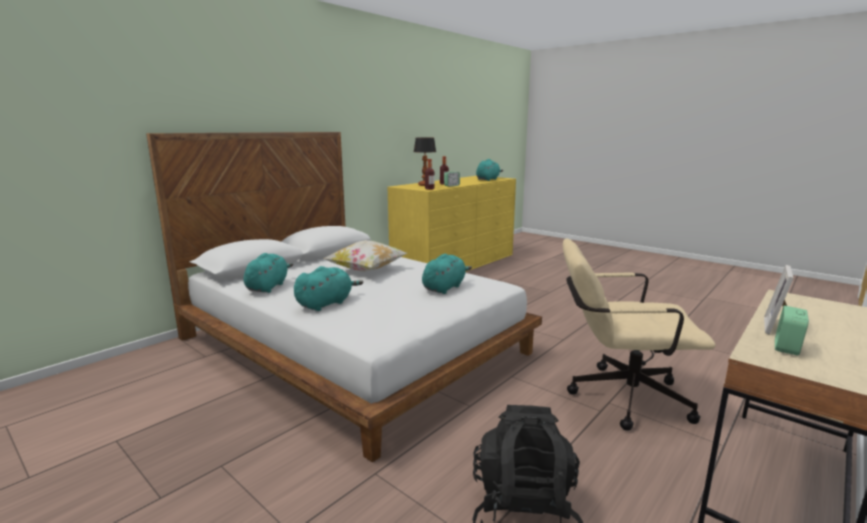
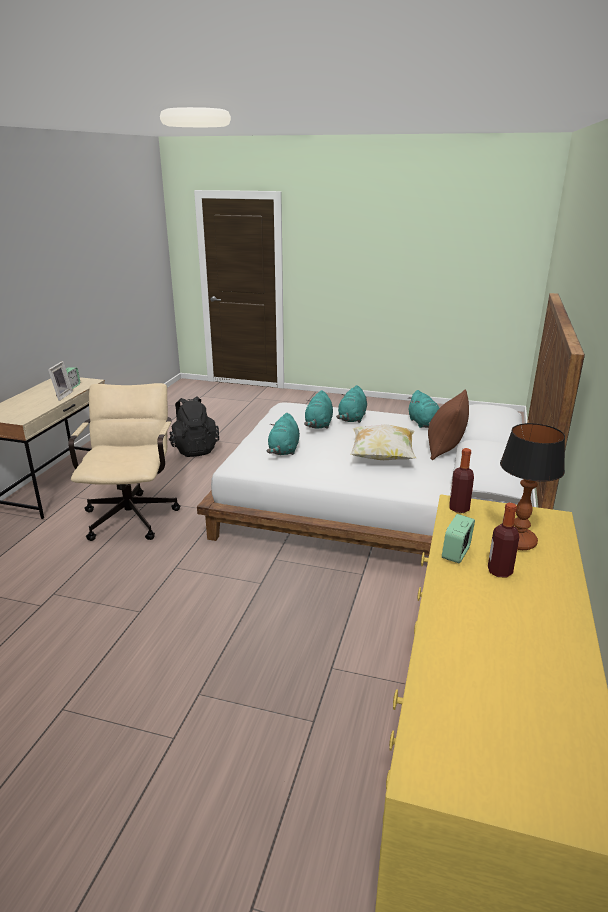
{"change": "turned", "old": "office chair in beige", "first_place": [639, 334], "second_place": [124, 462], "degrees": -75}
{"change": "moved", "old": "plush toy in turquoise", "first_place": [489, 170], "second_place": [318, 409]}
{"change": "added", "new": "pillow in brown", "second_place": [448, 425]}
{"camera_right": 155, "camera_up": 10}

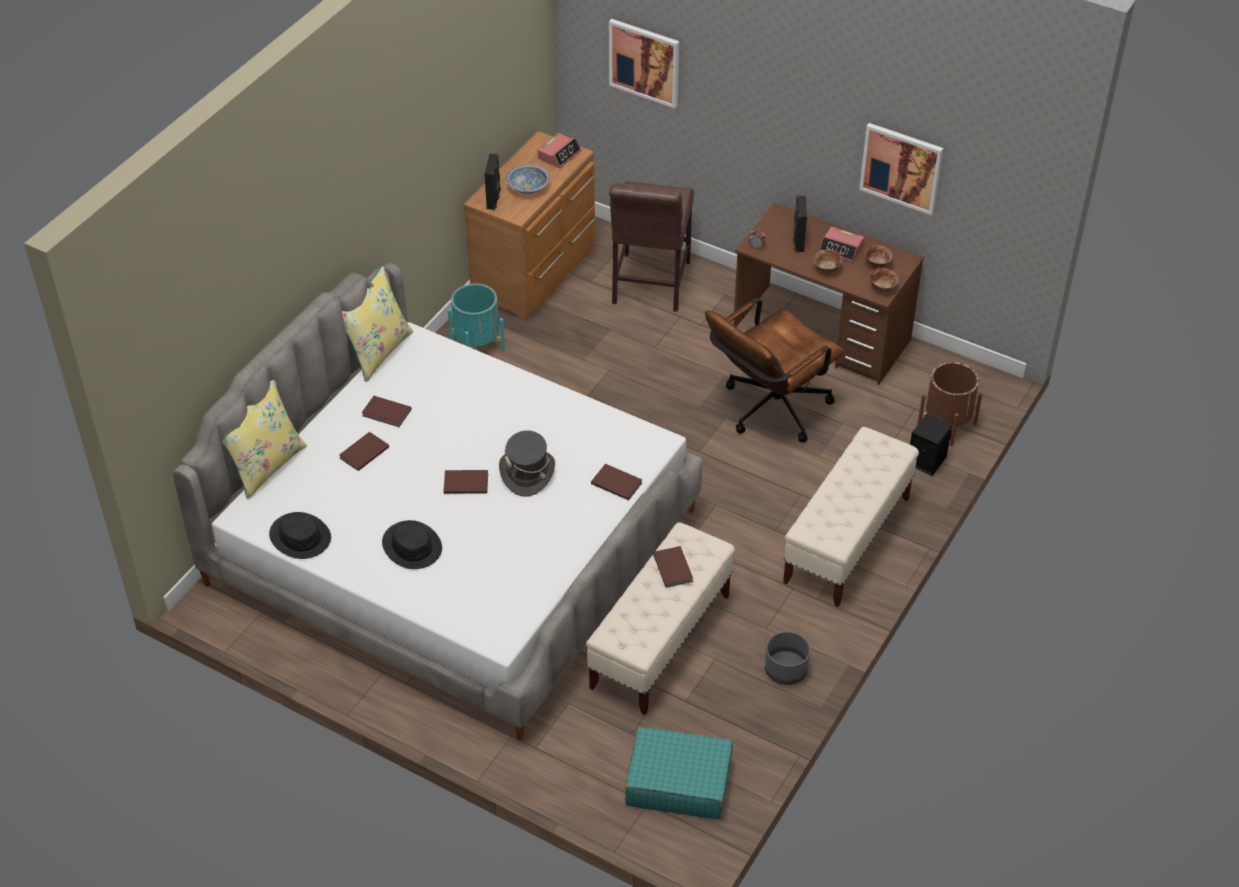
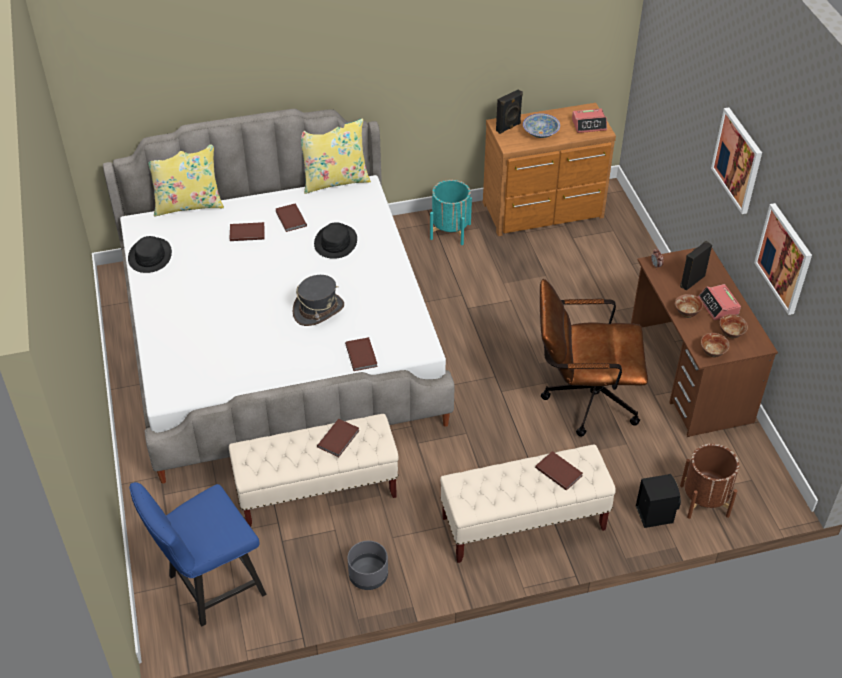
{"change": "replaced", "old": "suitcase in turquoise", "new": "chair in blue", "first_place": [679, 773], "second_place": [197, 554]}
{"change": "moved", "old": "hat in black", "first_place": [412, 544], "second_place": [335, 240]}
{"change": "moved", "old": "book in brown", "first_place": [466, 482], "second_place": [559, 470]}
{"change": "moved", "old": "picture", "first_place": [644, 63], "second_place": [736, 160]}
{"change": "removed", "old": "chair in brown", "first_place": [651, 246]}
{"camera_right": 45, "camera_up": 0}

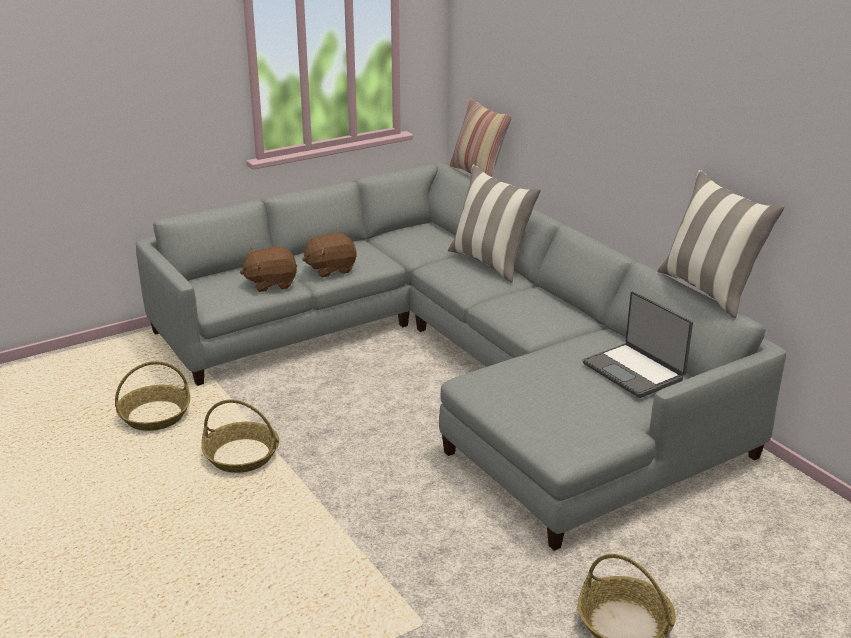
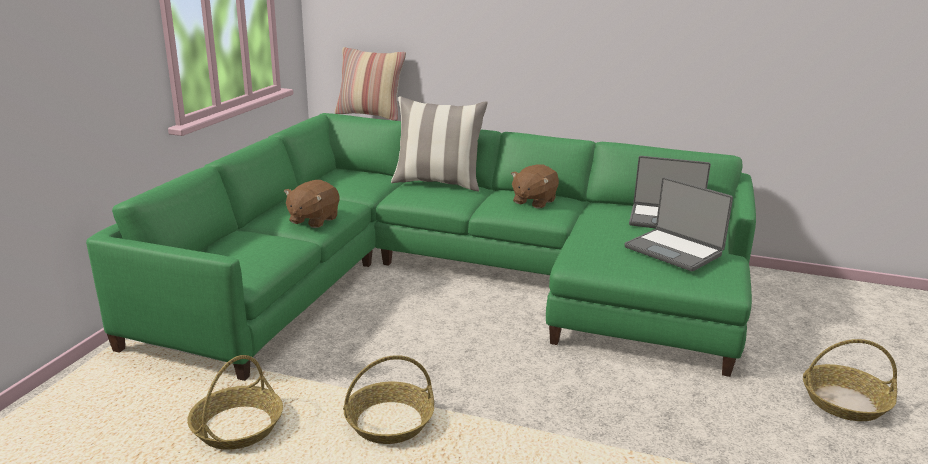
{"change": "recoloured", "old": "sofa in grey", "new": "sofa in green", "first_place": [461, 357], "second_place": [421, 247]}
{"change": "moved", "old": "plush toy in brown", "first_place": [268, 269], "second_place": [535, 186]}
{"change": "added", "new": "laptop", "second_place": [678, 224]}
{"change": "removed", "old": "pillow", "first_place": [720, 244]}
{"camera_right": -40, "camera_up": -5}

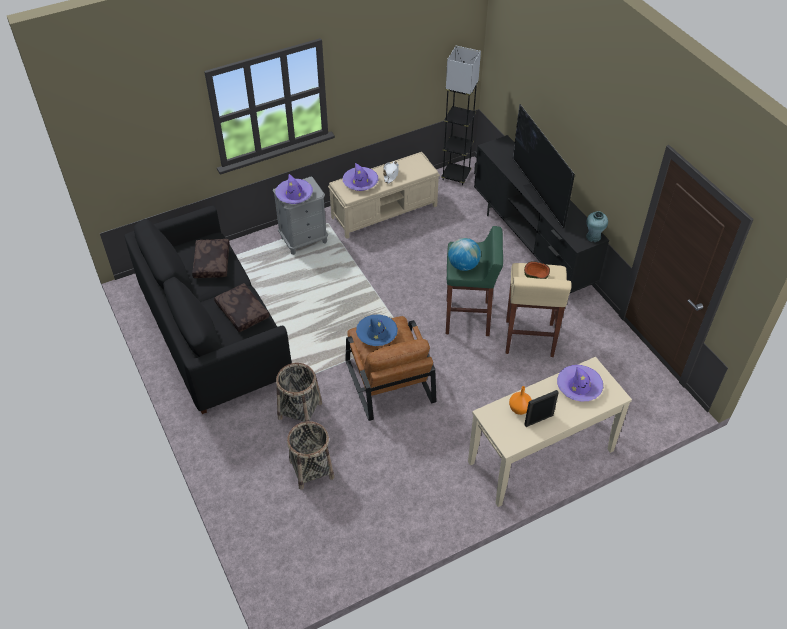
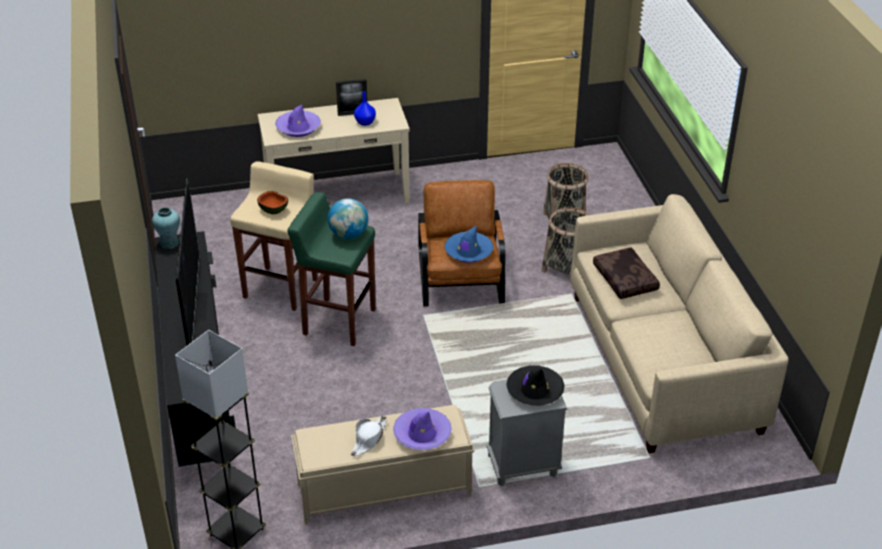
{"change": "recoloured", "old": "vase in orange", "new": "vase in blue", "first_place": [520, 400], "second_place": [365, 108]}
{"change": "recoloured", "old": "hat in purple", "new": "hat in black", "first_place": [294, 189], "second_place": [535, 385]}
{"change": "recoloured", "old": "sofa in black", "new": "sofa in beige", "first_place": [208, 310], "second_place": [679, 323]}
{"change": "removed", "old": "pillow in brown", "first_place": [210, 258]}
{"camera_right": -165, "camera_up": -10}

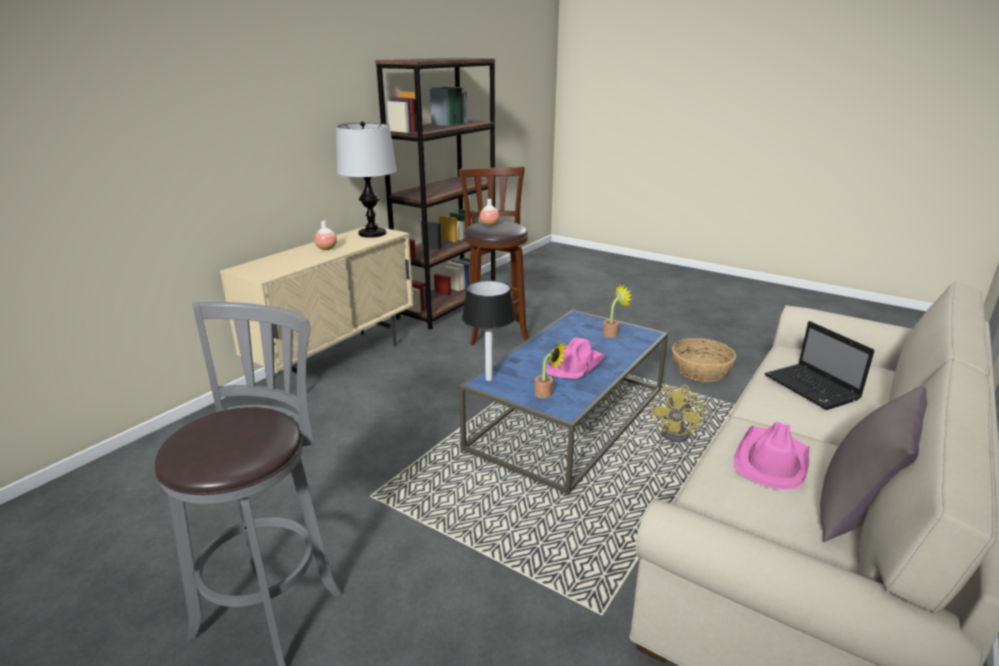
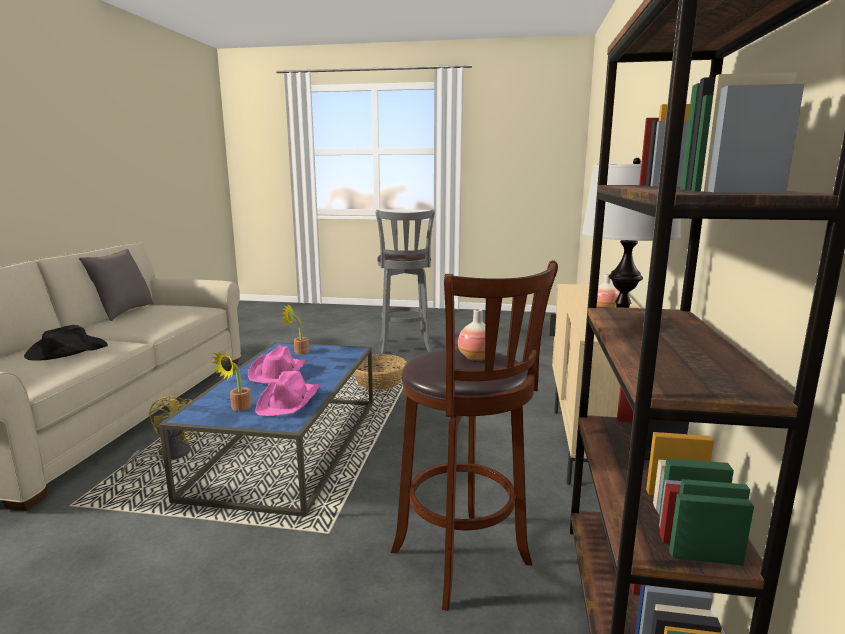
{"change": "replaced", "old": "laptop", "new": "hat in black", "first_place": [820, 365], "second_place": [66, 342]}
{"change": "moved", "old": "hat in pink", "first_place": [772, 456], "second_place": [288, 393]}
{"change": "moved", "old": "basket", "first_place": [704, 360], "second_place": [380, 372]}
{"change": "removed", "old": "table lamp", "first_place": [488, 330]}
{"camera_right": 155, "camera_up": -10}

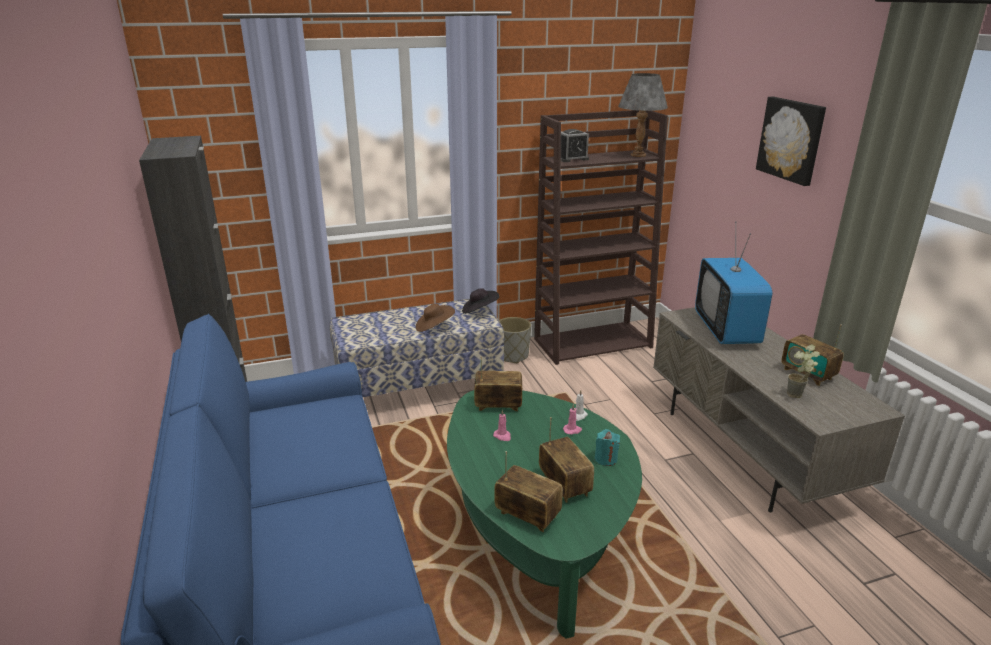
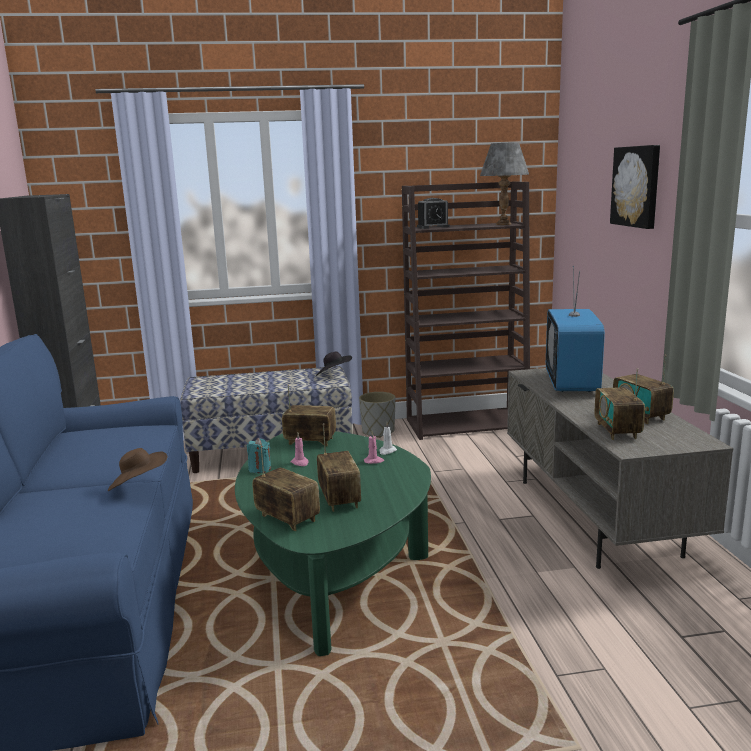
{"change": "moved", "old": "hat in brown", "first_place": [435, 318], "second_place": [137, 469]}
{"change": "moved", "old": "candle in turquoise", "first_place": [607, 447], "second_place": [259, 455]}
{"change": "replaced", "old": "potted plant", "new": "radio", "first_place": [803, 371], "second_place": [619, 404]}
{"camera_right": 10, "camera_up": -10}

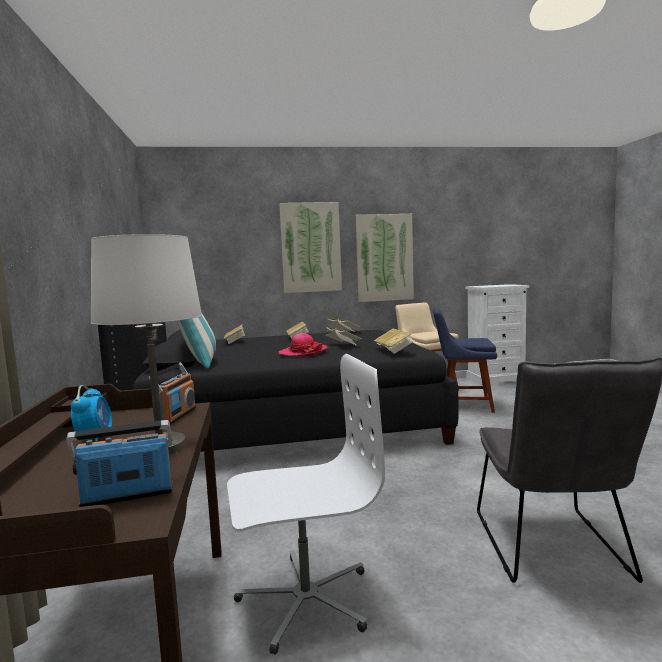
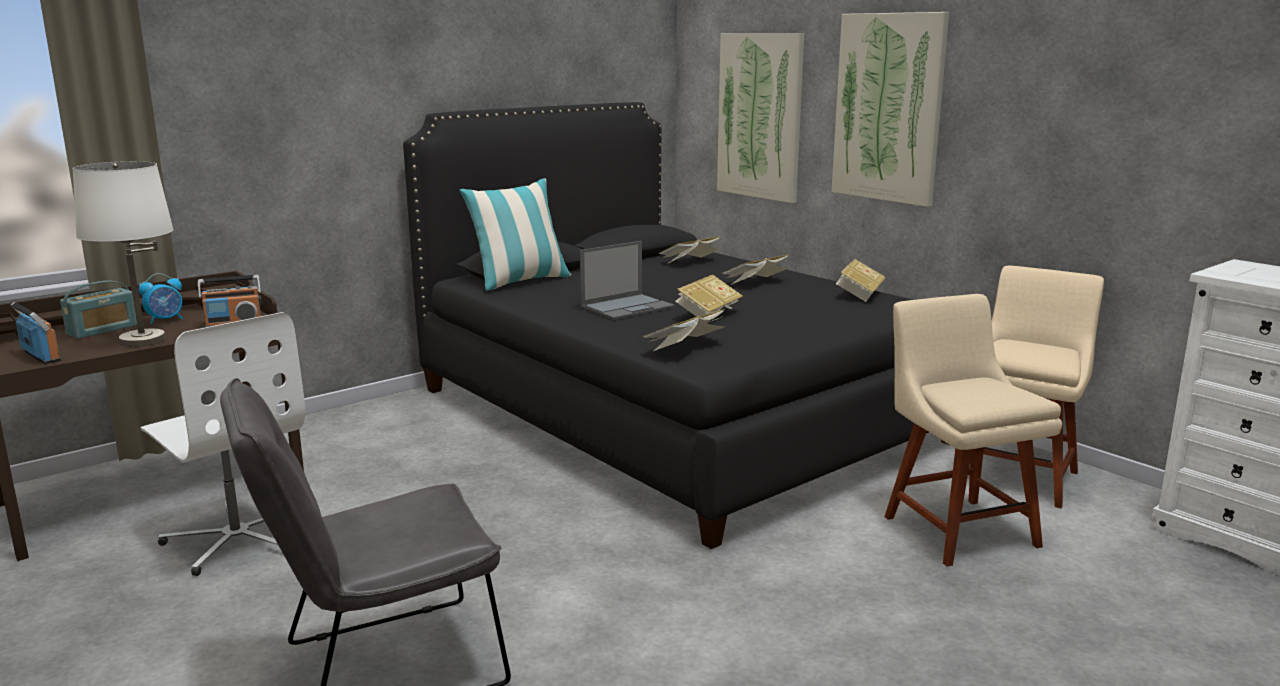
{"change": "added", "new": "radio", "second_place": [98, 309]}
{"change": "replaced", "old": "hat", "new": "laptop", "first_place": [303, 345], "second_place": [627, 280]}
{"change": "moved", "old": "picture", "first_place": [385, 258], "second_place": [760, 118]}
{"change": "recoloured", "old": "chair in blue", "new": "chair in beige", "first_place": [465, 360], "second_place": [973, 430]}
{"camera_right": 60, "camera_up": 10}

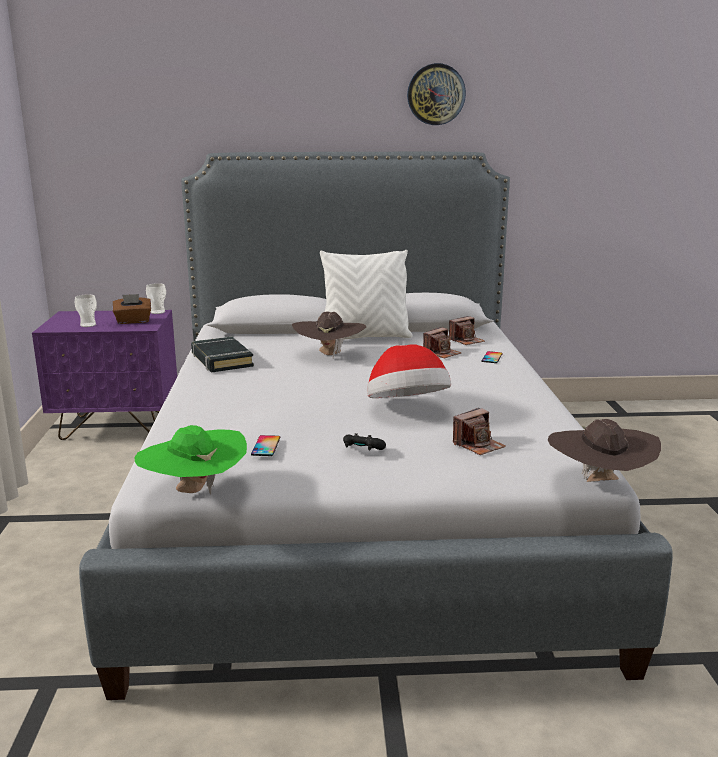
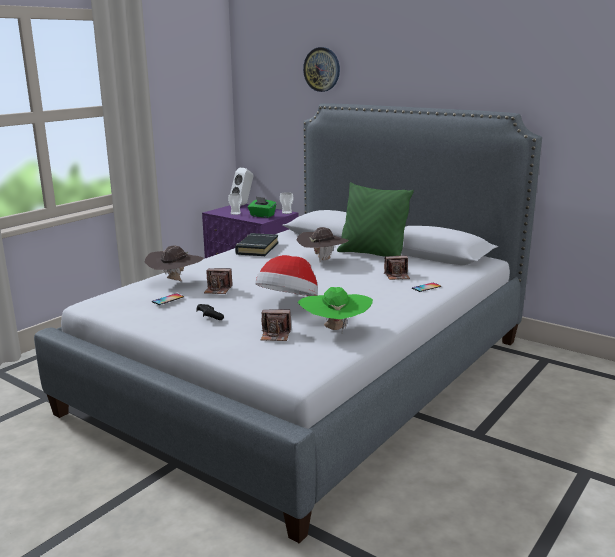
{"change": "moved", "old": "hat in brown", "first_place": [604, 450], "second_place": [174, 263]}
{"change": "moved", "old": "photo camera", "first_place": [467, 330], "second_place": [218, 281]}
{"change": "added", "new": "speaker in white", "second_place": [242, 187]}
{"change": "recoloured", "old": "tissue box in brown", "new": "tissue box in green", "first_place": [132, 309], "second_place": [262, 207]}
{"change": "moved", "old": "hat in green", "first_place": [191, 459], "second_place": [335, 309]}
{"change": "moved", "old": "wall clock", "first_place": [436, 94], "second_place": [321, 69]}
{"change": "recoloured", "old": "pillow in white", "new": "pillow in green", "first_place": [366, 295], "second_place": [375, 219]}
{"camera_right": 40, "camera_up": 0}

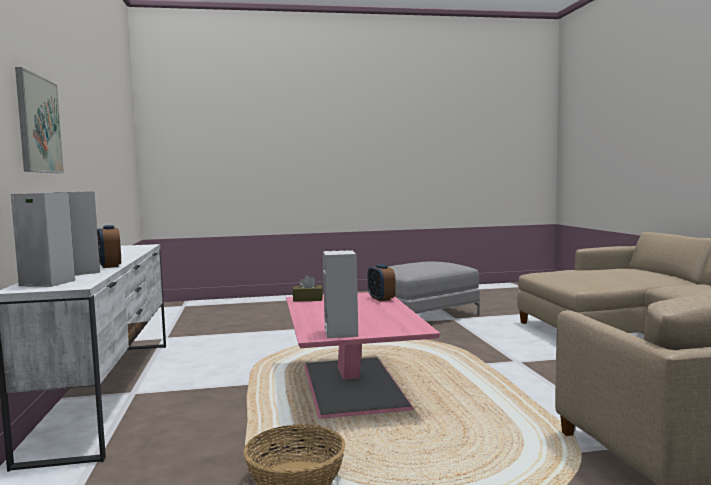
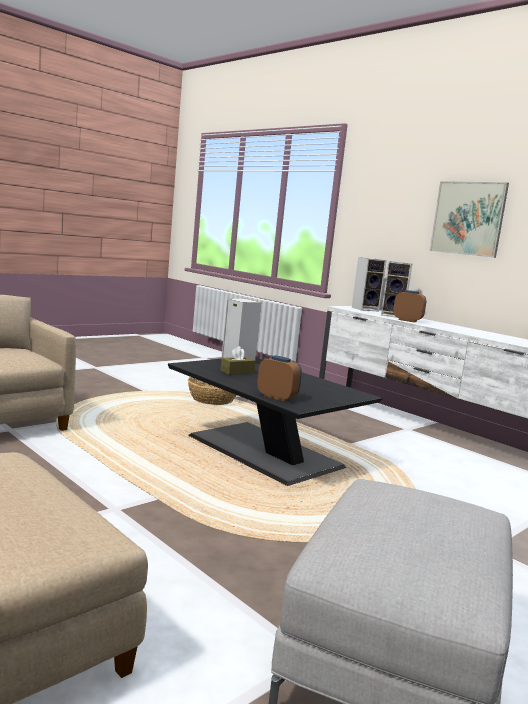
{"change": "recoloured", "old": "coffee table in pink", "new": "coffee table in black", "first_place": [363, 355], "second_place": [275, 422]}
{"change": "moved", "old": "tissue box in brown", "first_place": [308, 288], "second_place": [238, 360]}
{"camera_right": 145, "camera_up": 5}

